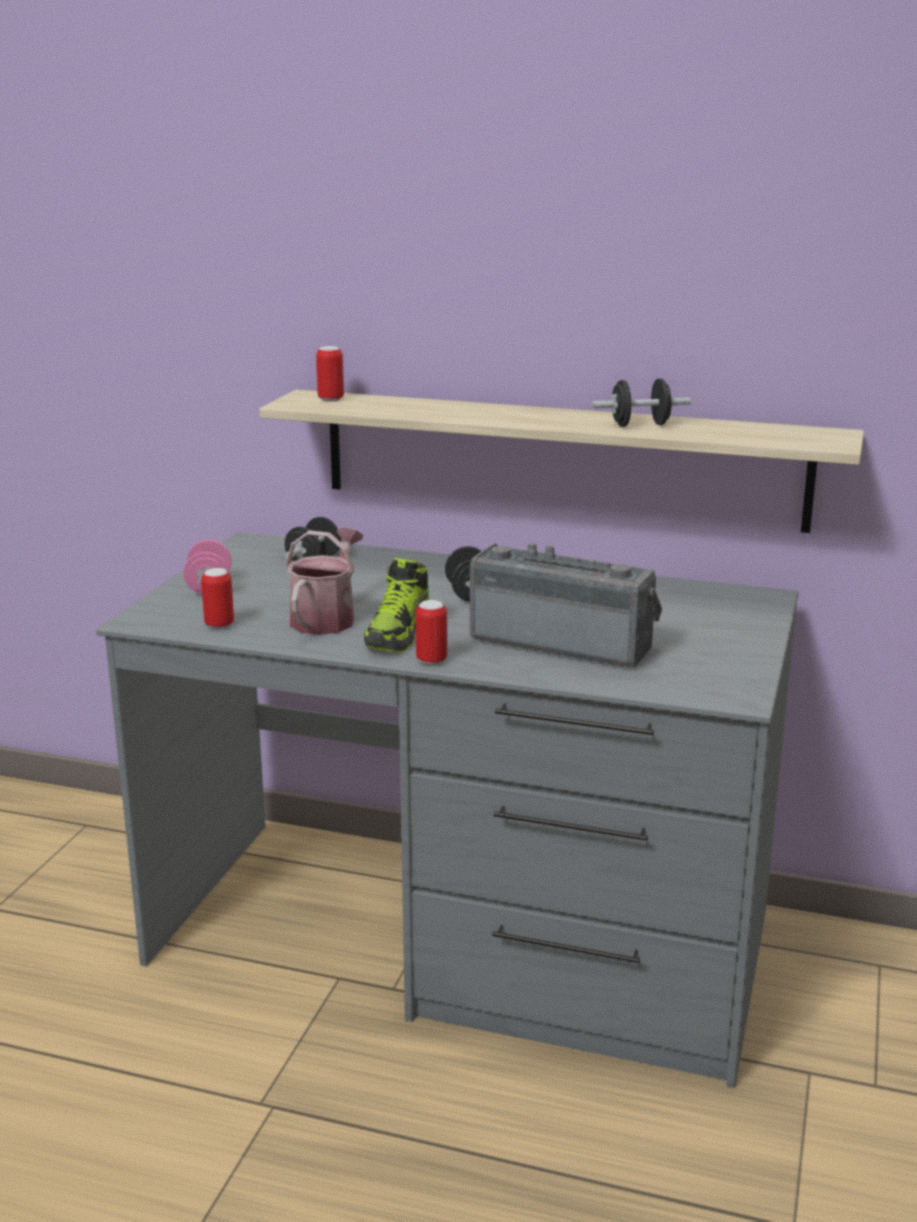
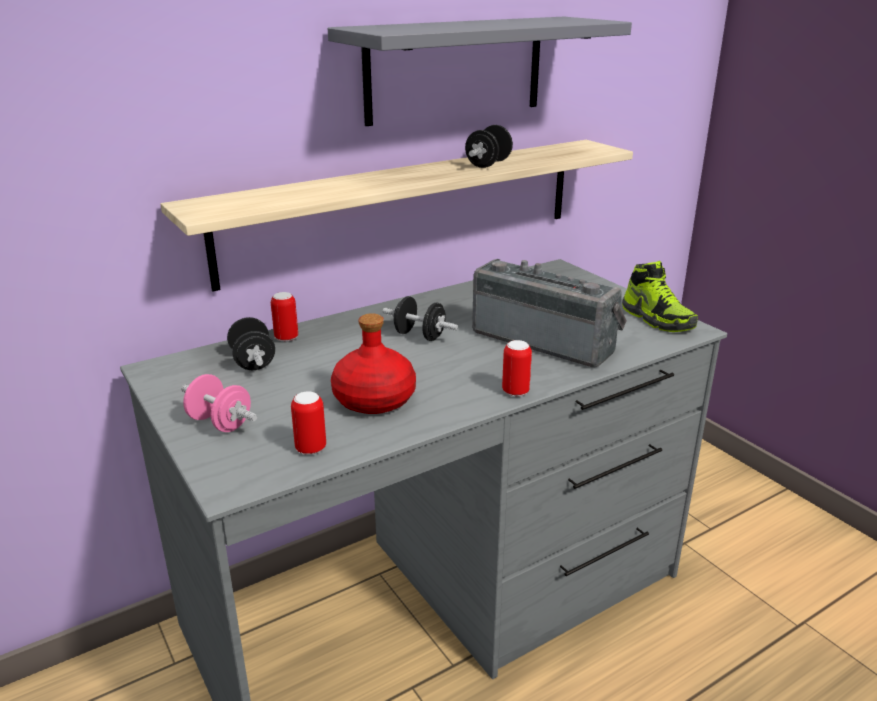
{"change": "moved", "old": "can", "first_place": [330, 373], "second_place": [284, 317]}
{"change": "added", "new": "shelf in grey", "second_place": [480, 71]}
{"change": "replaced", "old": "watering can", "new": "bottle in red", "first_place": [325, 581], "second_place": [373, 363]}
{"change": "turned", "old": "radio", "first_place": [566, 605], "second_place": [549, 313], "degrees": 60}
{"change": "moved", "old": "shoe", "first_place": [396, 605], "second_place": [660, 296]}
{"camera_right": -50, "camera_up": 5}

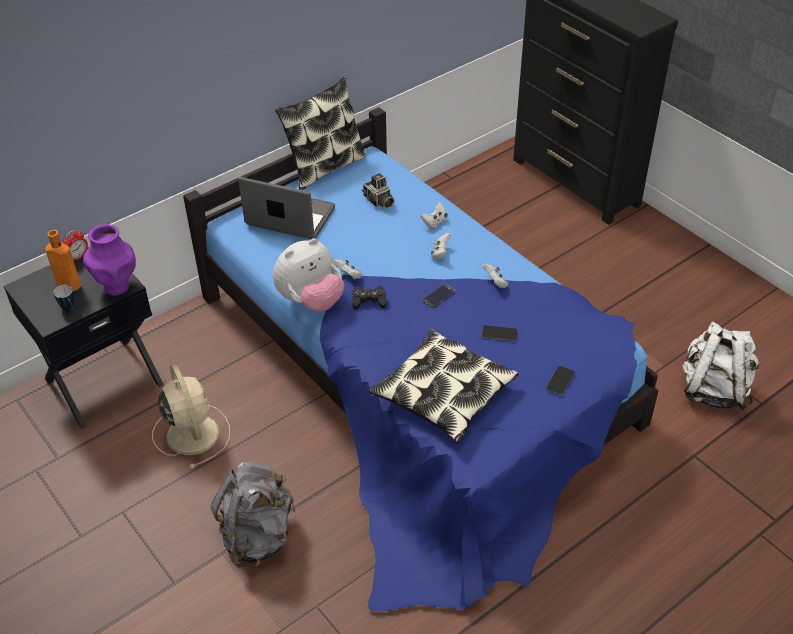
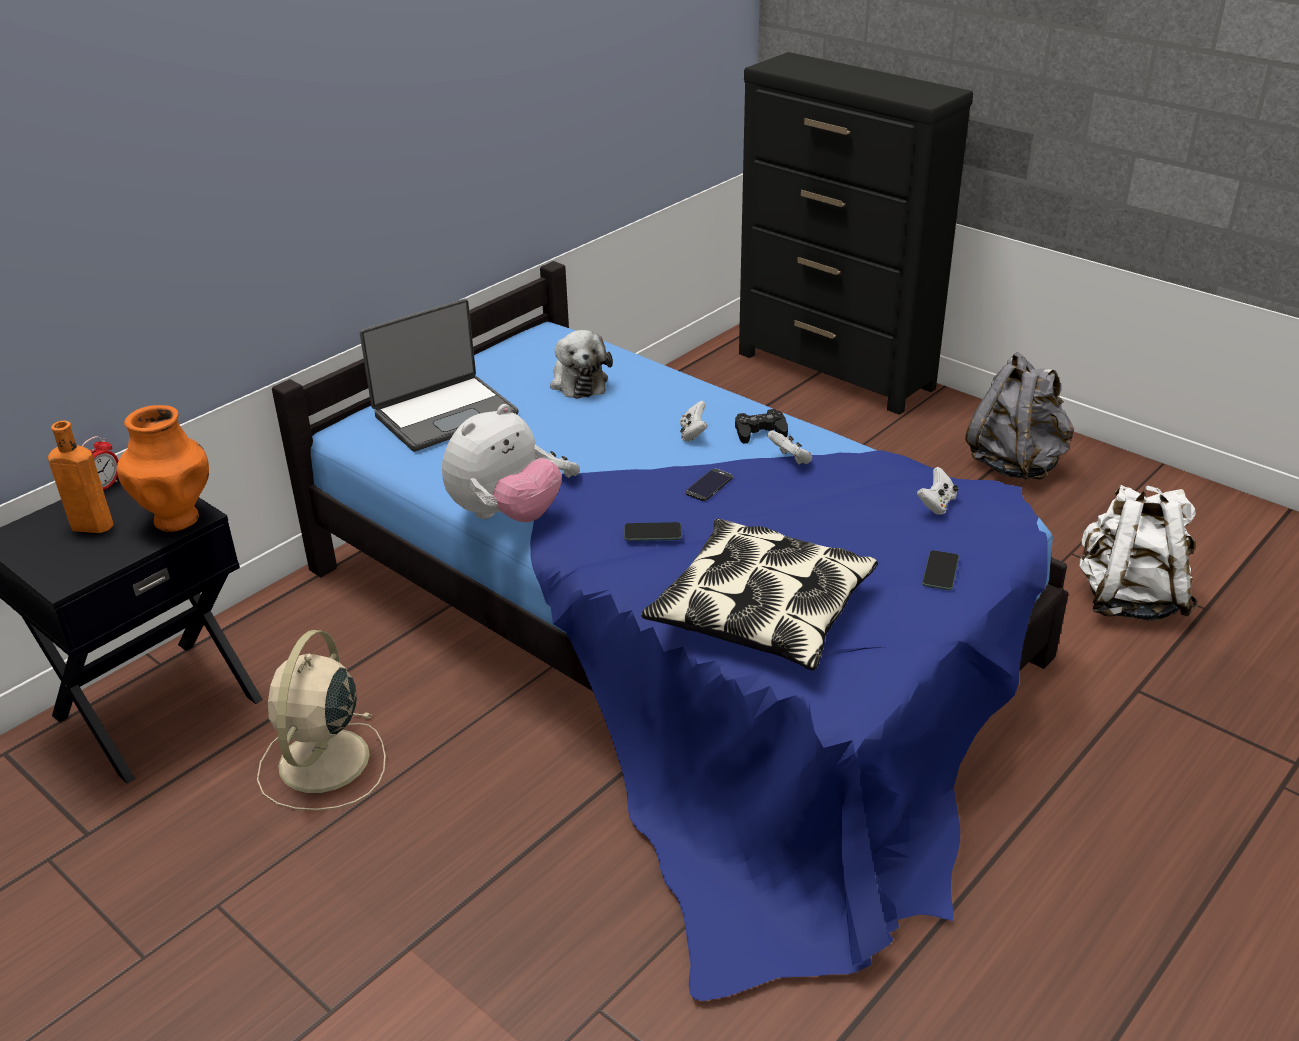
{"change": "recoloured", "old": "vase in purple", "new": "vase in orange", "first_place": [109, 260], "second_place": [163, 468]}
{"change": "turned", "old": "fan in beige", "first_place": [191, 416], "second_place": [321, 720], "degrees": -135}
{"change": "turned", "old": "laptop", "first_place": [286, 208], "second_place": [439, 375], "degrees": 135}
{"change": "replaced", "old": "photo camera", "new": "plush toy", "first_place": [378, 191], "second_place": [581, 364]}
{"change": "moved", "old": "phone", "first_place": [499, 333], "second_place": [653, 531]}
{"change": "moved", "old": "game controller in black", "first_place": [369, 298], "second_place": [761, 426]}
{"change": "moved", "old": "game controller in white", "first_place": [434, 215], "second_place": [937, 491]}
{"change": "moved", "old": "backpack in grey", "first_place": [253, 515], "second_place": [1019, 416]}
{"change": "removed", "old": "mug", "first_place": [64, 298]}
{"change": "removed", "old": "pillow", "first_place": [321, 133]}
{"camera_right": -10, "camera_up": -10}

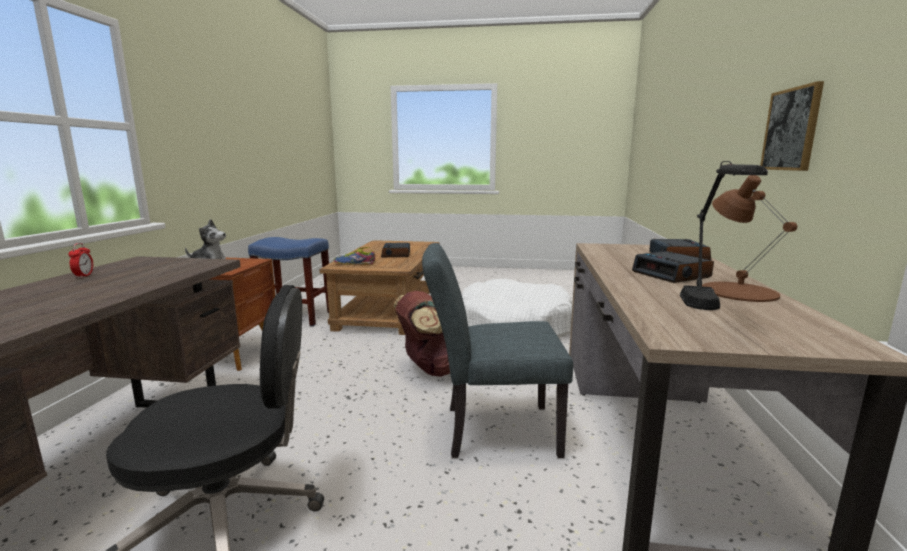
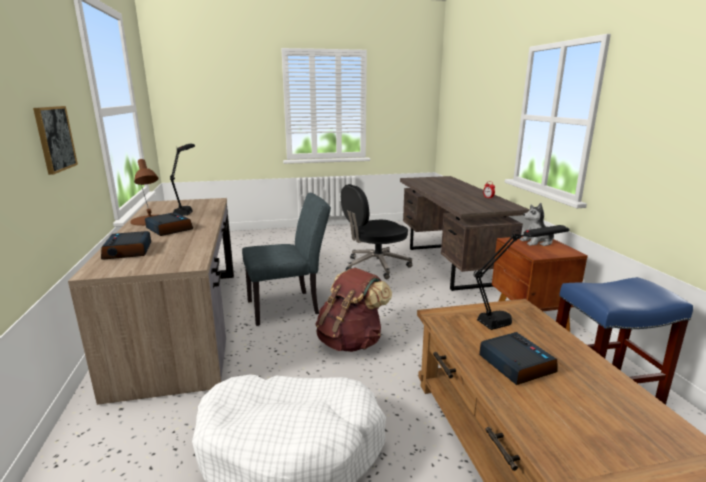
{"change": "replaced", "old": "shoe", "new": "table lamp in black", "first_place": [354, 256], "second_place": [522, 277]}
{"camera_right": 160, "camera_up": 5}

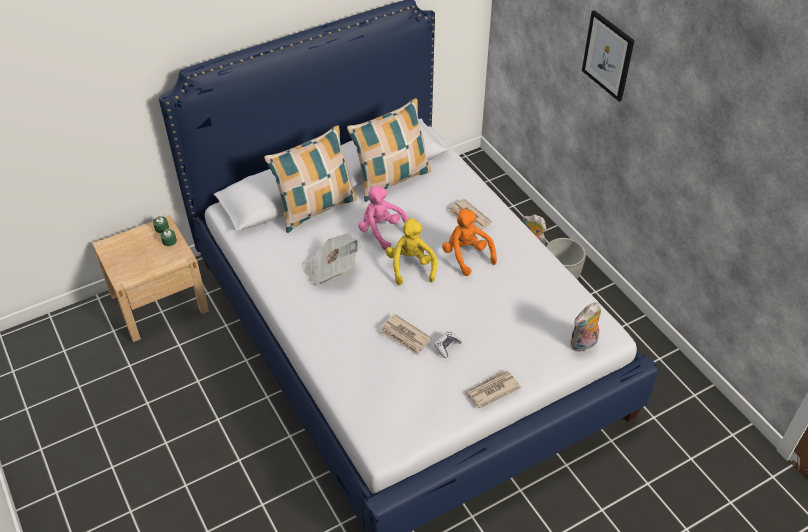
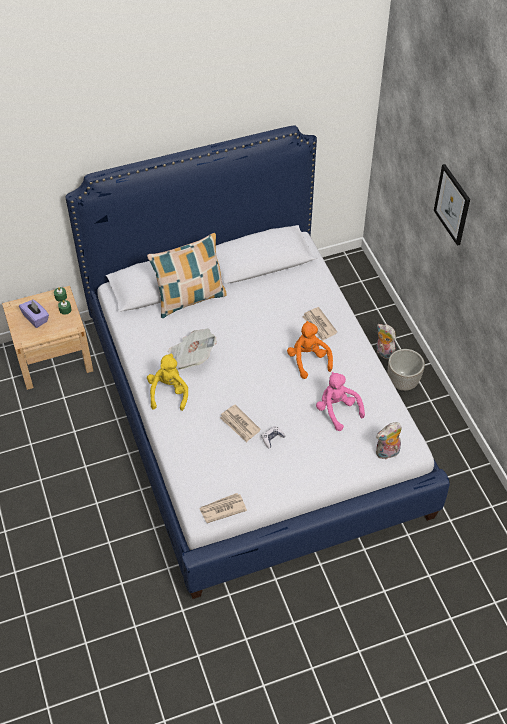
{"change": "added", "new": "tissue box in purple", "second_place": [34, 314]}
{"change": "moved", "old": "plush toy in yellow", "first_place": [411, 251], "second_place": [167, 382]}
{"change": "moved", "old": "newspaper", "first_place": [492, 389], "second_place": [223, 508]}
{"change": "moved", "old": "plush toy in pink", "first_place": [383, 218], "second_place": [340, 401]}
{"change": "removed", "old": "pillow", "first_place": [389, 150]}
{"camera_right": 10, "camera_up": 5}

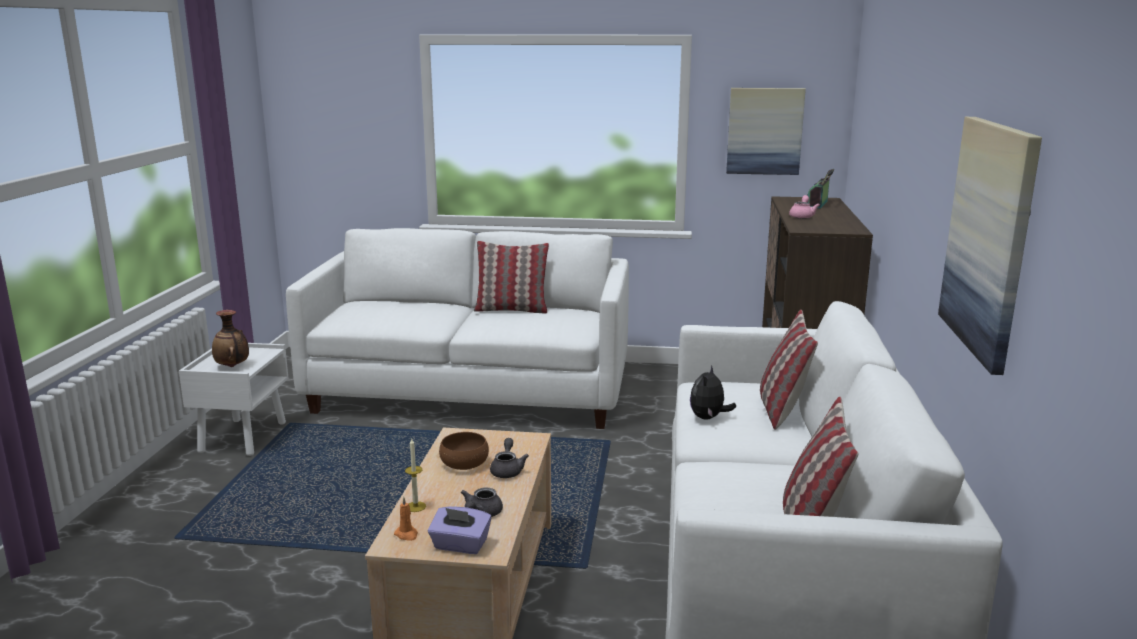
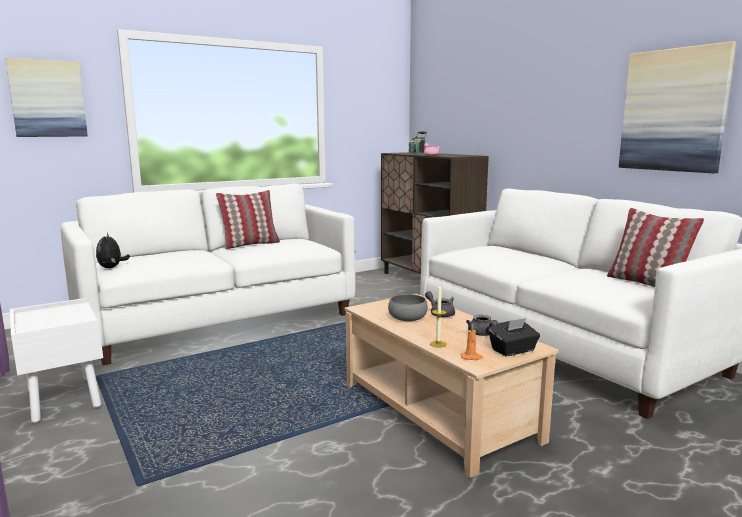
{"change": "moved", "old": "picture", "first_place": [766, 131], "second_place": [46, 97]}
{"change": "moved", "old": "plush toy", "first_place": [713, 392], "second_place": [113, 250]}
{"change": "recoloured", "old": "bowl in brown", "new": "bowl in grey", "first_place": [464, 451], "second_place": [408, 307]}
{"change": "recoloured", "old": "tissue box in purple", "new": "tissue box in black", "first_place": [460, 530], "second_place": [514, 337]}
{"change": "removed", "old": "vase", "first_place": [230, 338]}
{"change": "removed", "old": "pillow", "first_place": [789, 370]}
{"camera_right": -40, "camera_up": -5}

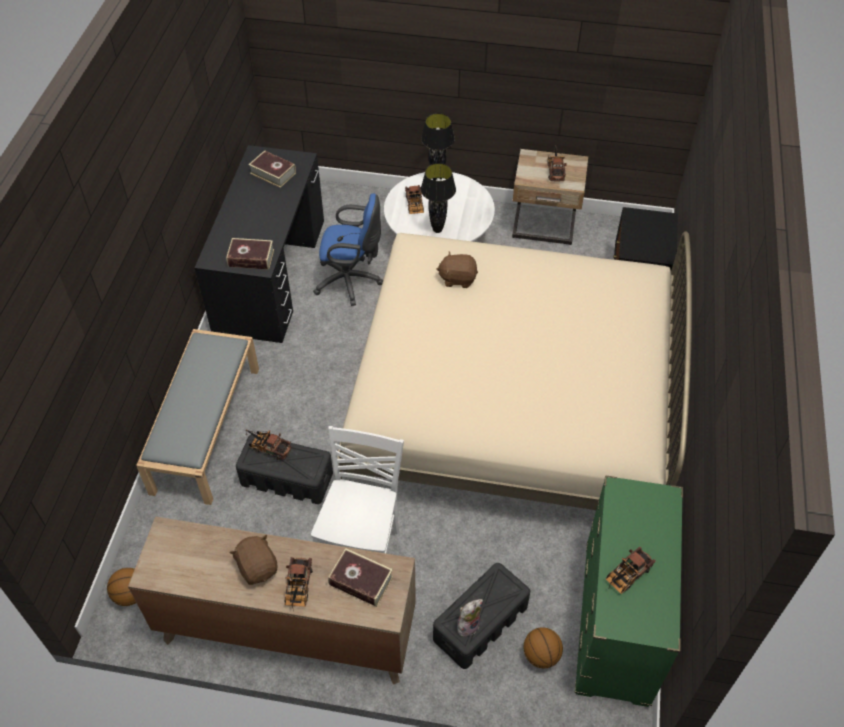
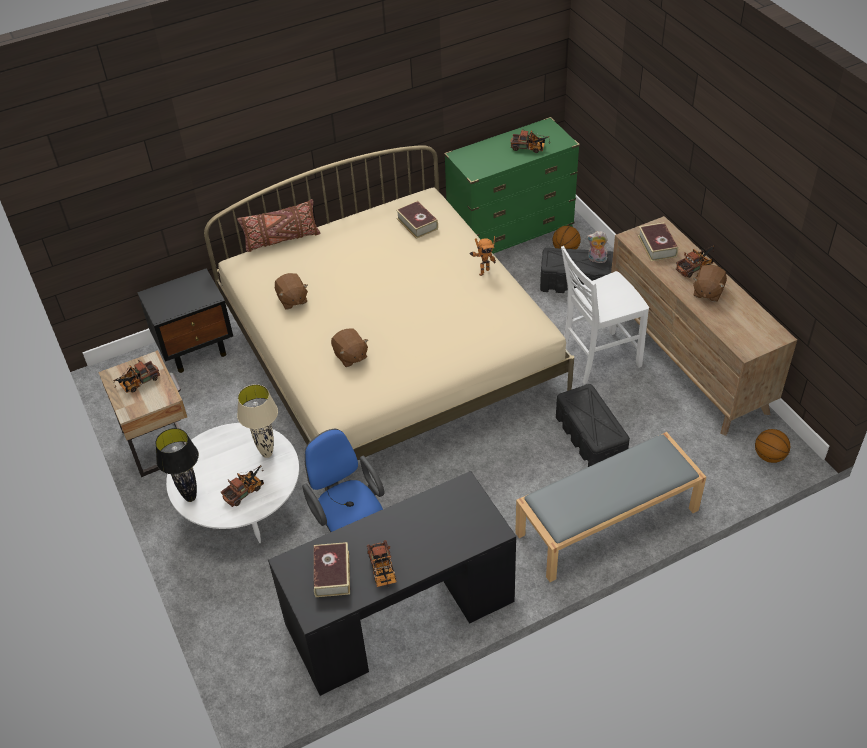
{"change": "added", "new": "pillow in brown", "second_place": [278, 225]}
{"change": "recoloured", "old": "table lamp in black", "new": "table lamp in beige", "first_place": [438, 198], "second_place": [257, 421]}
{"change": "added", "new": "plush toy in brown", "second_place": [291, 291]}
{"change": "moved", "old": "toy truck", "first_place": [268, 445], "second_place": [382, 564]}
{"change": "moved", "old": "book", "first_place": [250, 254], "second_place": [417, 220]}
{"change": "added", "new": "toy robot", "second_place": [483, 256]}
{"camera_right": -125, "camera_up": -5}

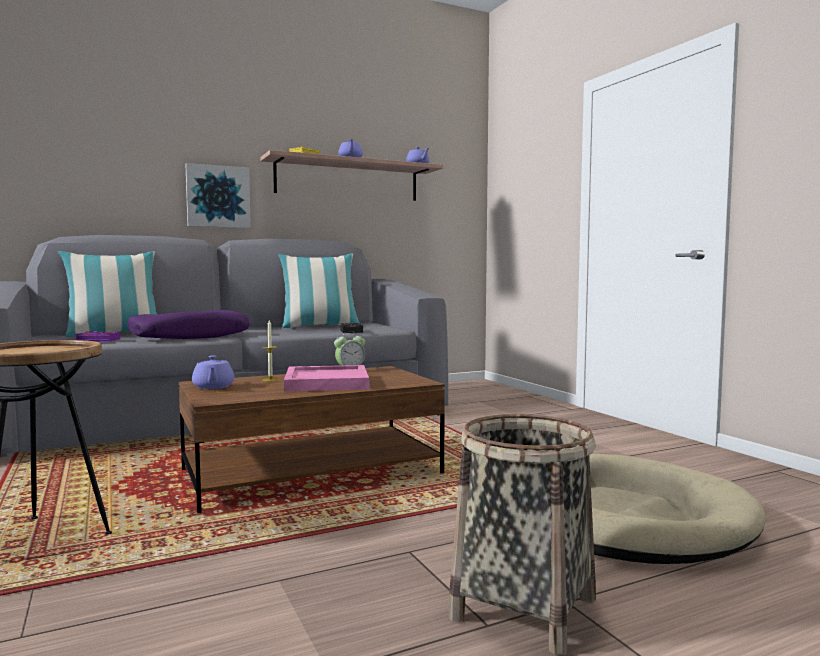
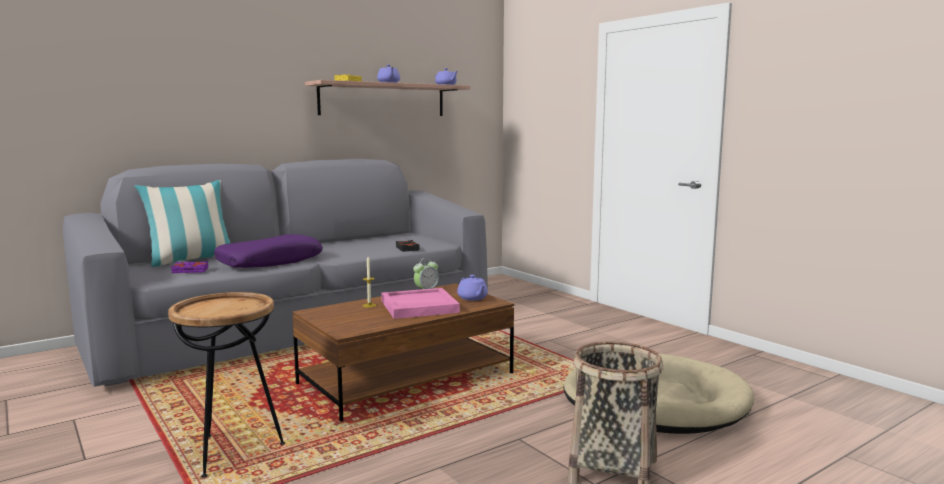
{"change": "moved", "old": "teapot in purple", "first_place": [213, 372], "second_place": [472, 288]}
{"change": "removed", "old": "picture", "first_place": [218, 195]}
{"change": "removed", "old": "pillow", "first_place": [318, 291]}
{"camera_right": -10, "camera_up": 5}

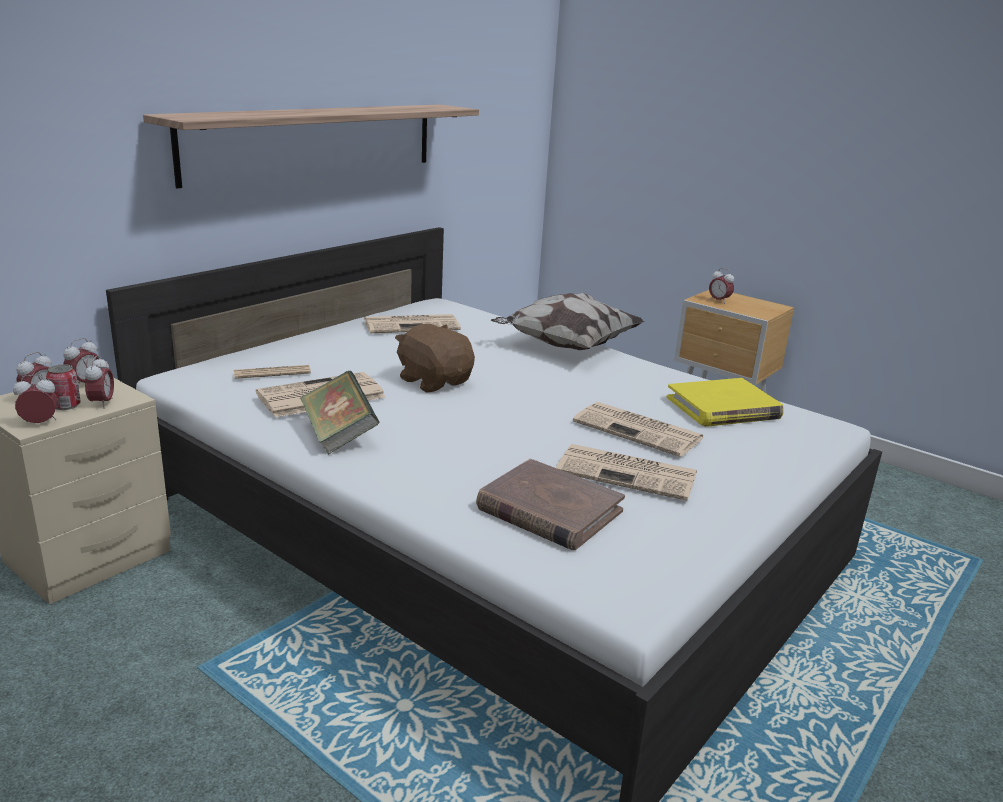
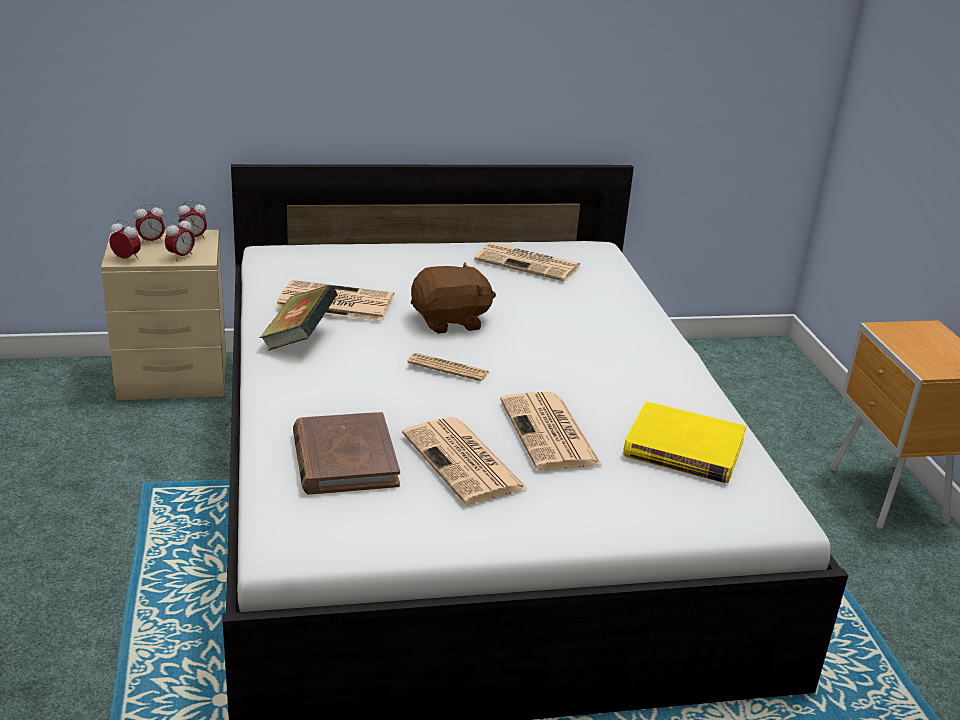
{"change": "moved", "old": "newspaper", "first_place": [272, 372], "second_place": [448, 367]}
{"change": "turned", "old": "plush toy in brown", "first_place": [435, 358], "second_place": [453, 298], "degrees": 75}
{"change": "removed", "old": "can", "first_place": [63, 387]}
{"change": "removed", "old": "shelf", "first_place": [311, 146]}
{"change": "removed", "old": "pillow", "first_place": [568, 321]}
{"change": "removed", "old": "alarm clock", "first_place": [721, 286]}
{"camera_right": 40, "camera_up": 5}

